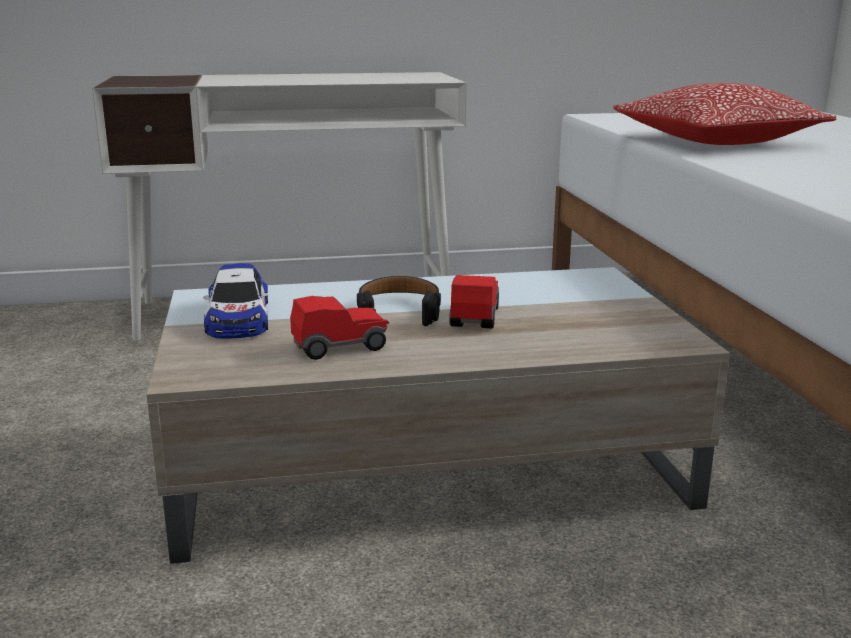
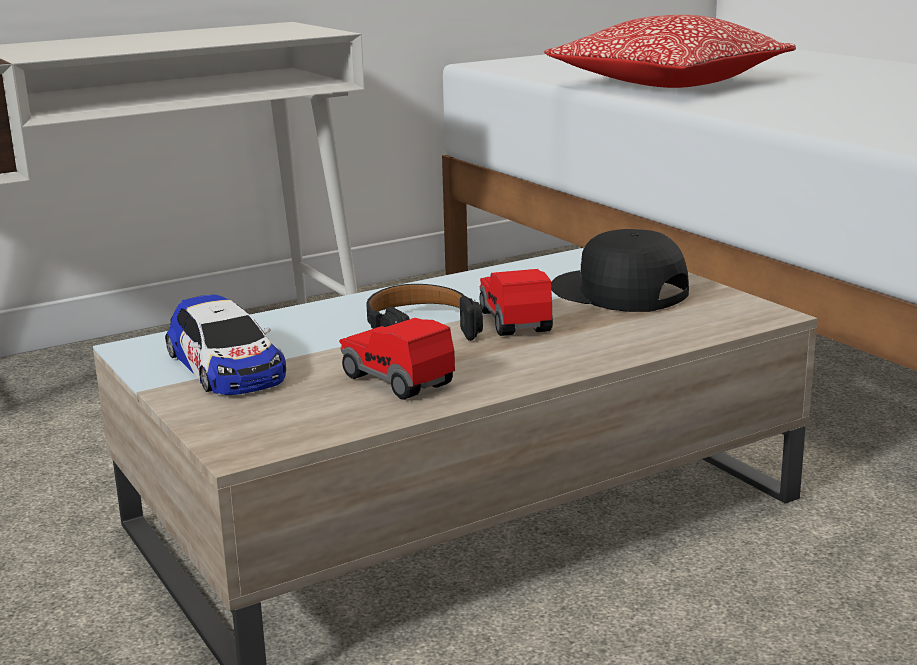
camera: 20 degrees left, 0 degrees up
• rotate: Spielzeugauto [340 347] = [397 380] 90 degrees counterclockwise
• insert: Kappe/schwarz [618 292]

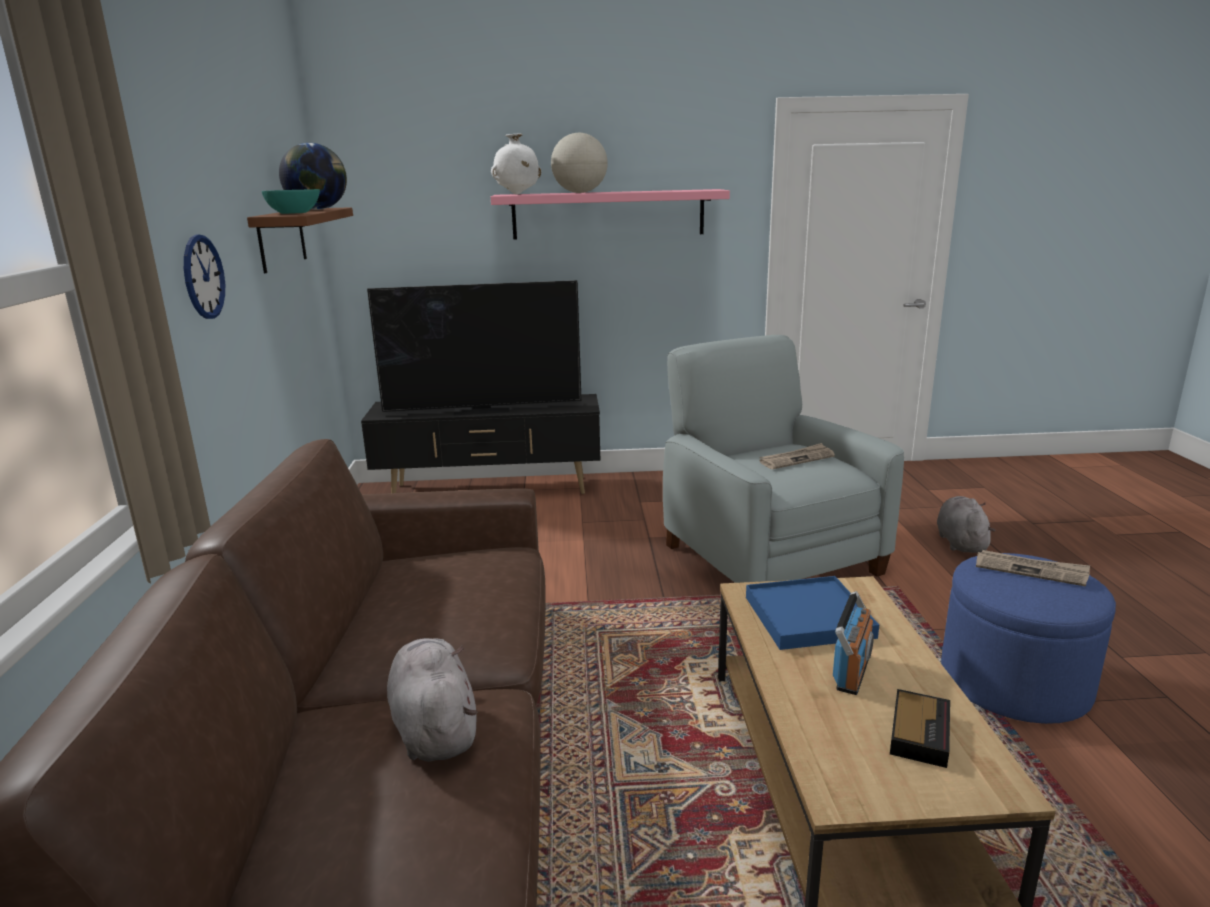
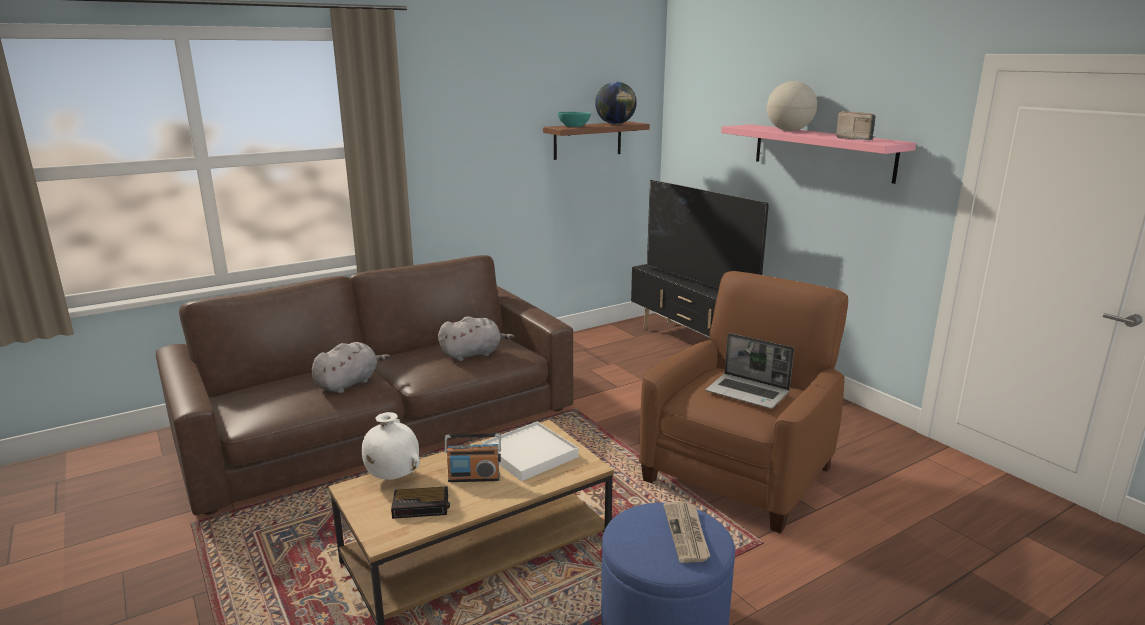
camera: 60 degrees right, 0 degrees up
• move: Vase/weiß [517 194] to [392 477]
• move: Plüschtier/grau [960 542] to [473 354]
• recolor: Tablett/blau [809 617] to Tablett/weiß [529 454]
• recolor: Sessel/grau [769 557] to Sessel/braun [739 472]
• replace: Zeitung [796 459] to Laptop [748 393]
• insert: Radio [856 139]
• delete: Wanduhr [203 277]

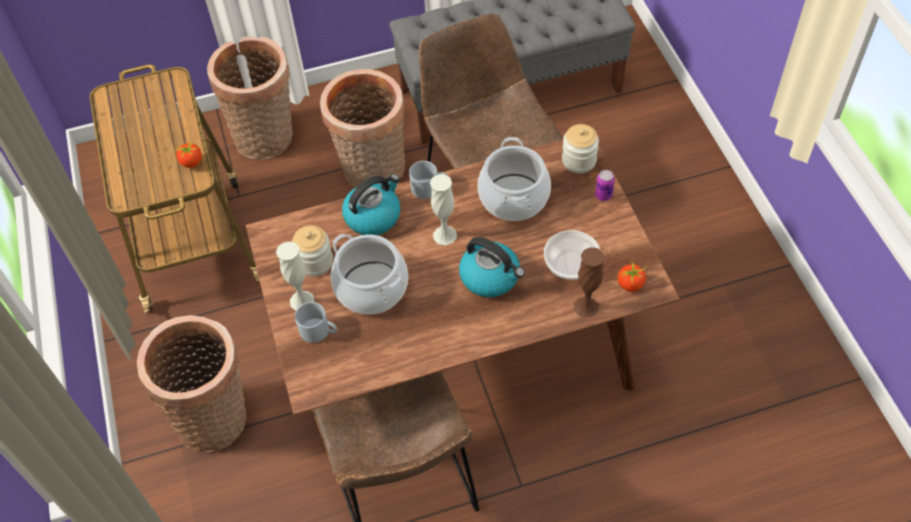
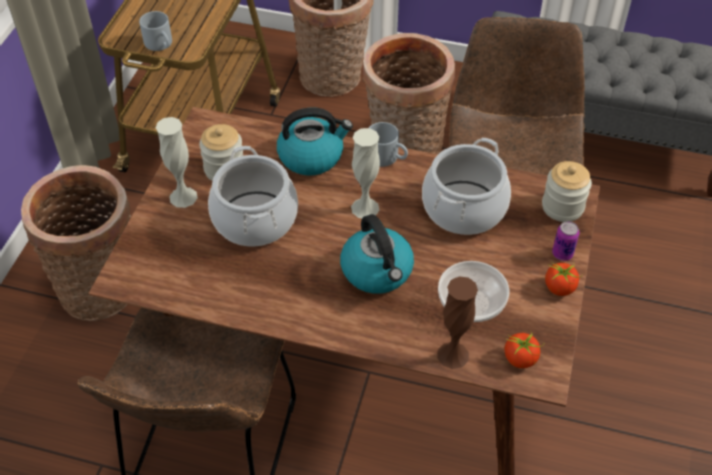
camera: 30 degrees right, 5 degrees down
• move: Henkelbecher/grau [319 331] to [161 44]
• move: Tomate [192 162] to [560 288]

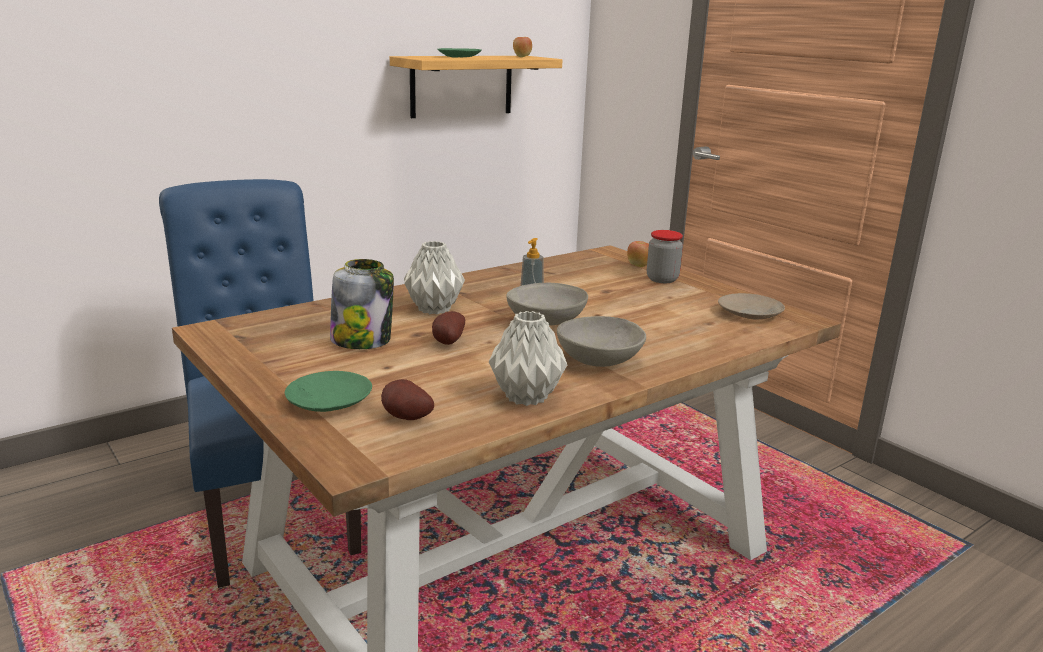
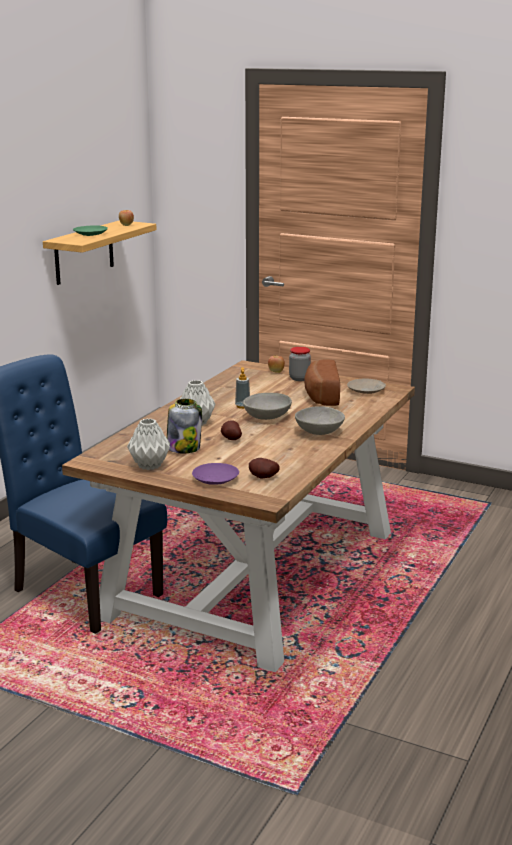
camera: 25 degrees left, 0 degrees up
• move: Vase/grau [525 397] to [149 466]
• recolor: Teller/grün [328 401] to Teller/lila [215 479]
• insert: Brot [320 396]

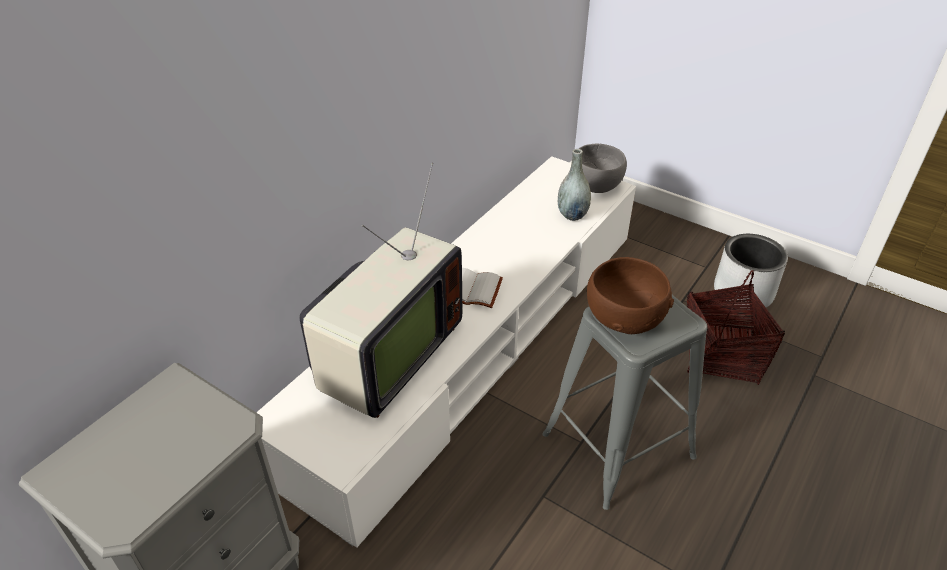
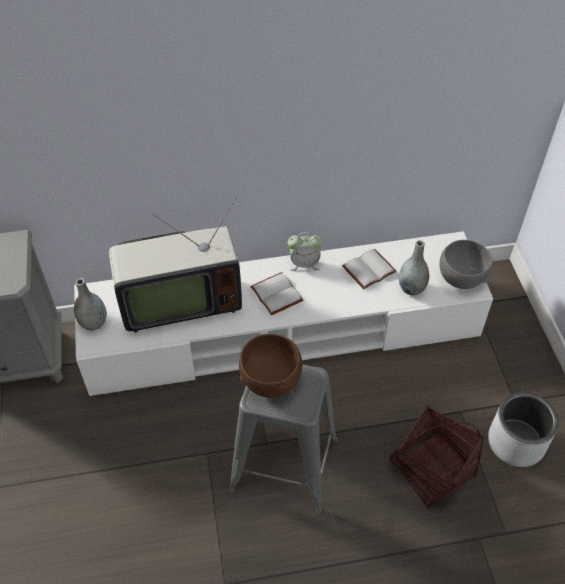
camera: 45 degrees right, 10 degrees up
• insert: Vase/grau [94 323]
• insert: Wecker [304 264]
• insert: Buch/weiß [369 271]

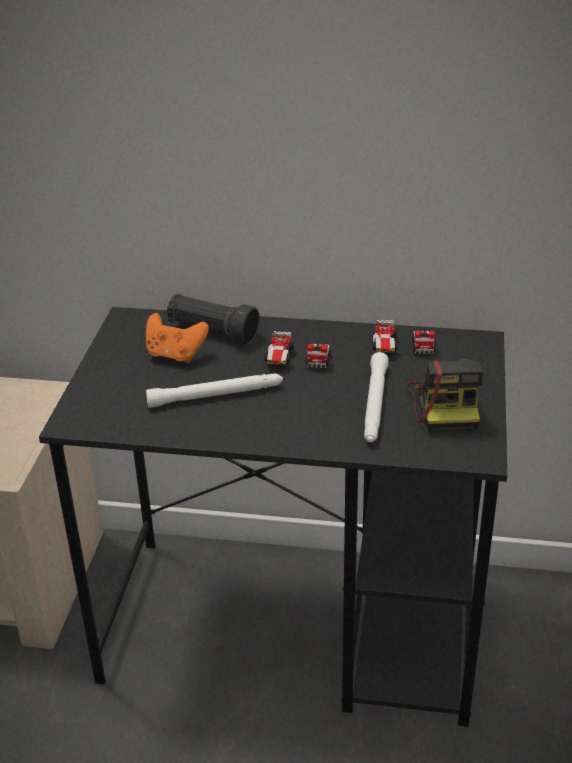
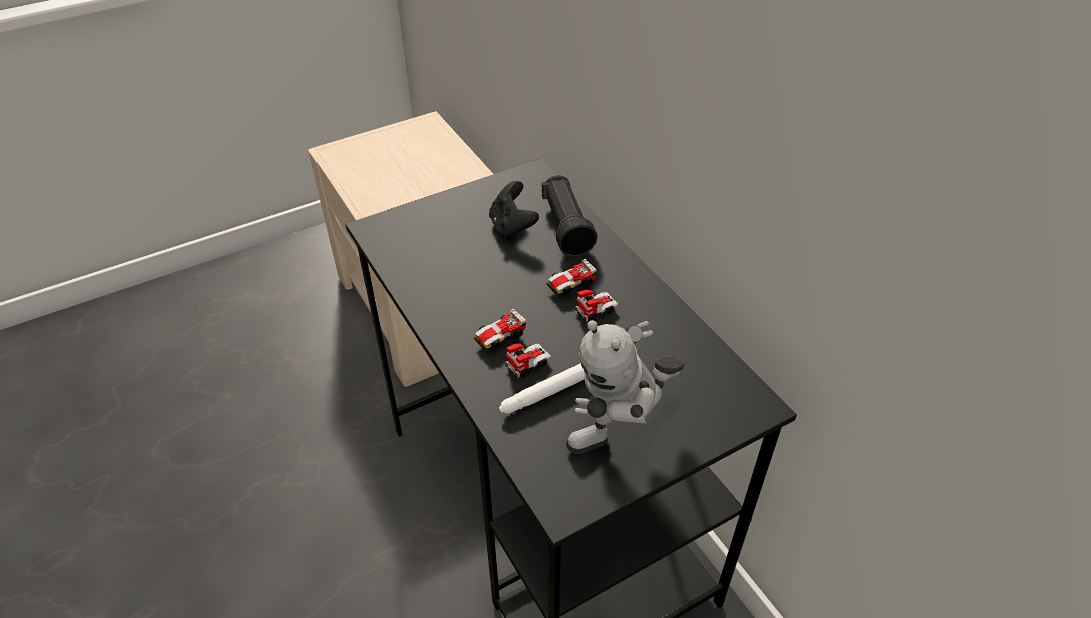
camera: 50 degrees right, 10 degrees up
• move: Spielzeugauto [403 347] to [512 351]
• recolor: Gamepad/orange [175 355] to Gamepad/schwarz [512 227]
• replace: Kamera [446 404] to Spielzeugroboter [620 435]
• delete: Taschenlampe/weiß [216 395]

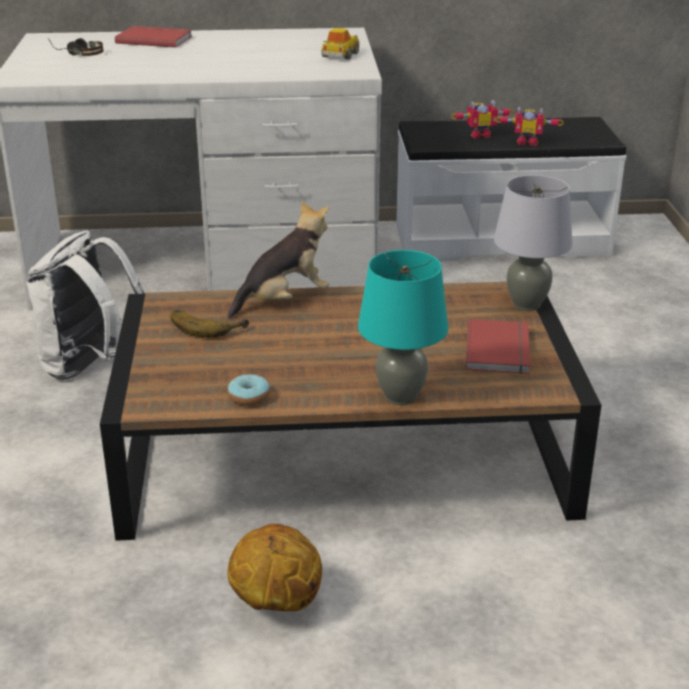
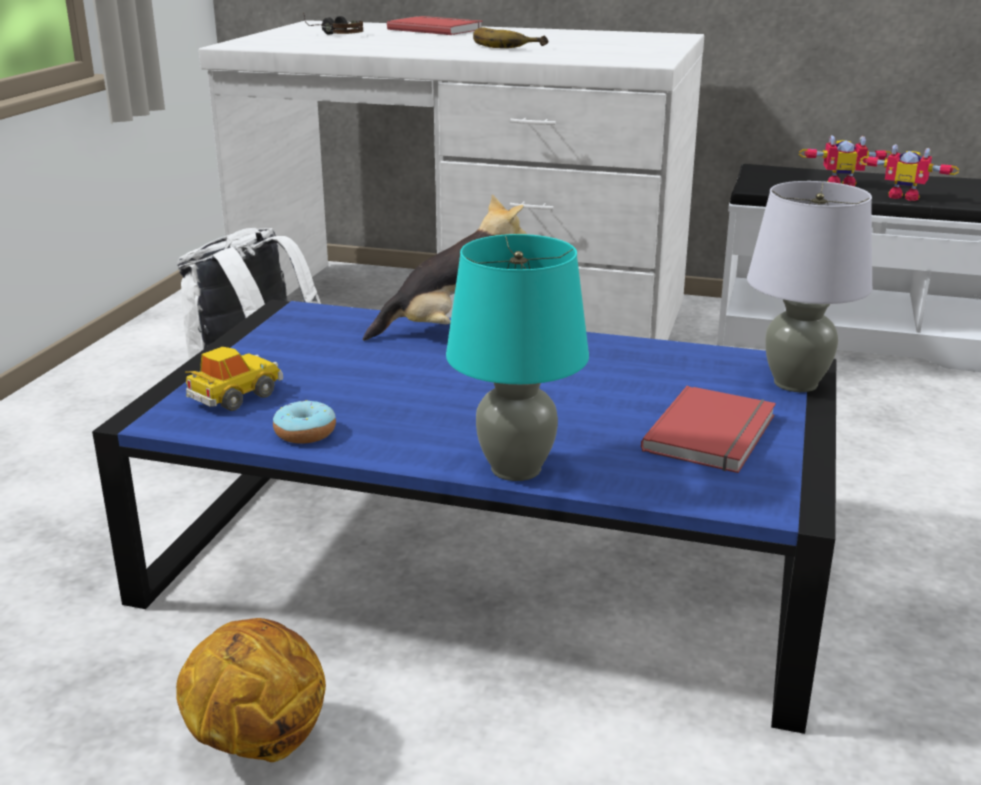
camera: 20 degrees right, 5 degrees down
• recolor: Couchtisch/braun [343 454] to Couchtisch/blau [487 558]
• move: Spielzeugauto [340 55] to [235 396]
• move: Banane [207 325] to [507 45]

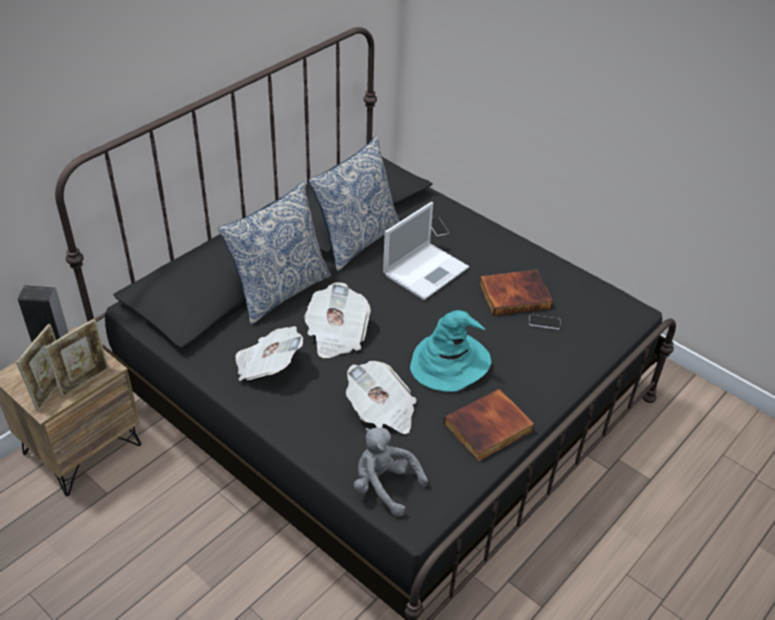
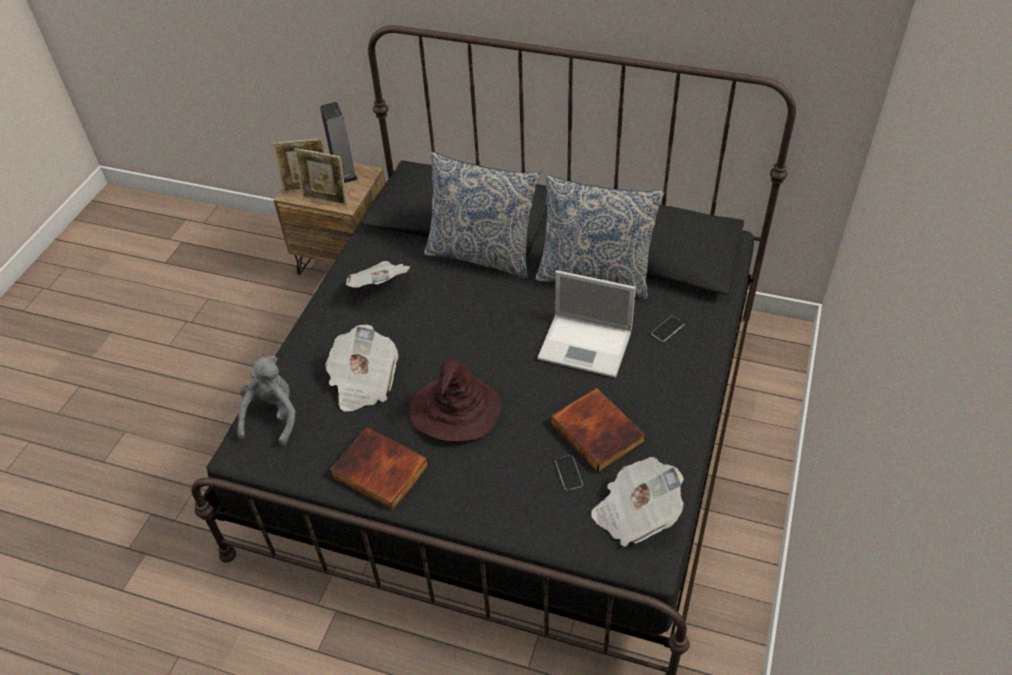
camera: 70 degrees right, 5 degrees up
• recolor: Hut/türkis [449 363] to Hut/braun [455 411]
• move: Zeitung [336 335] to [635 513]

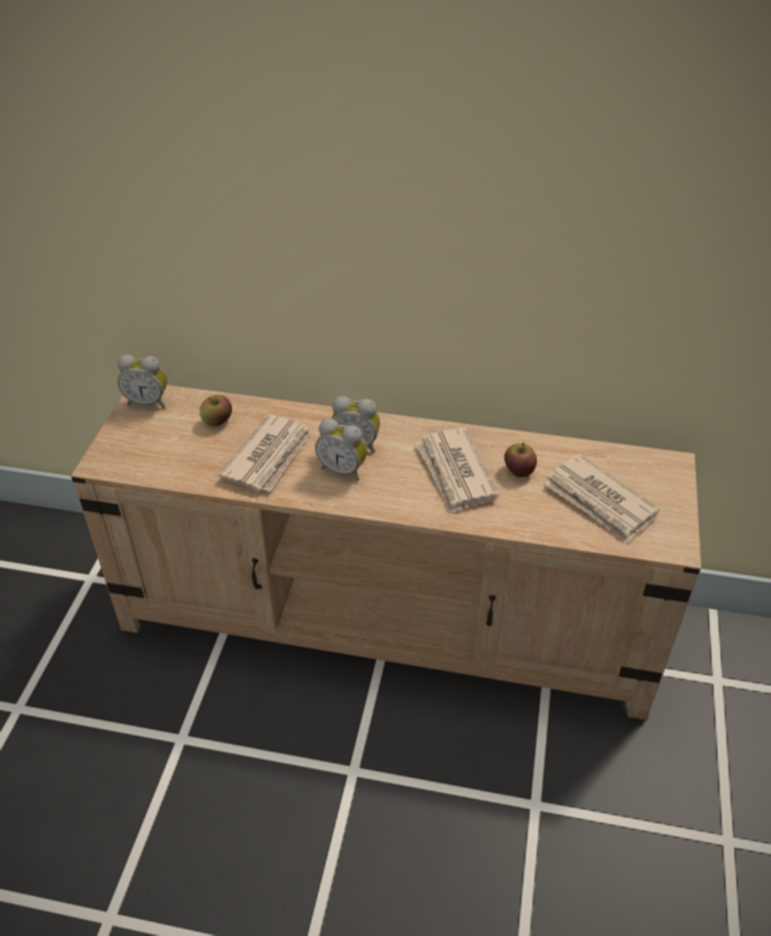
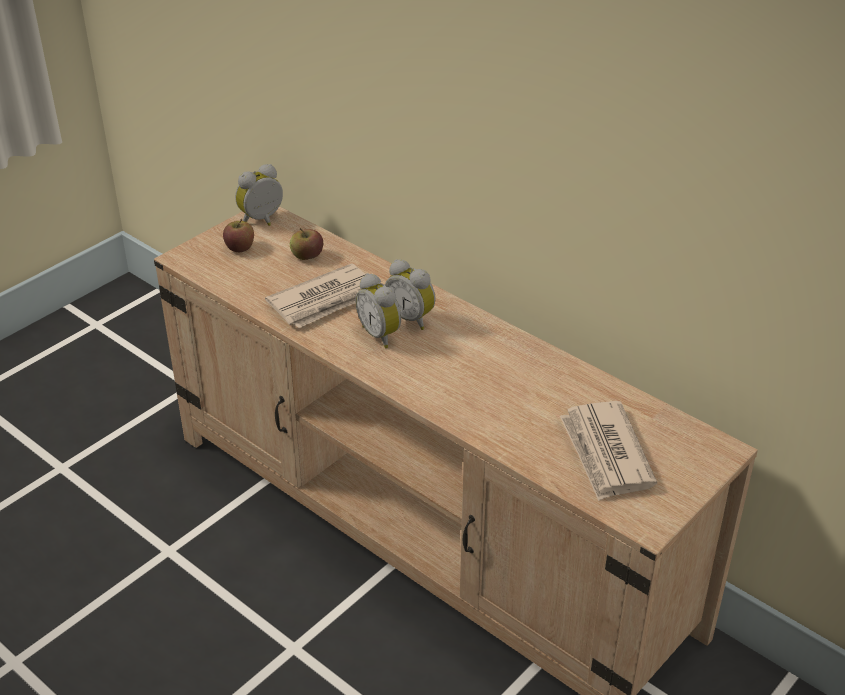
camera: 30 degrees right, 5 degrees down
• move: Apfel [518 470] to [240 247]
• rotate: Wecker [148 402] = [263 221] 105 degrees clockwise
• delete: Zeitung [455 473]

